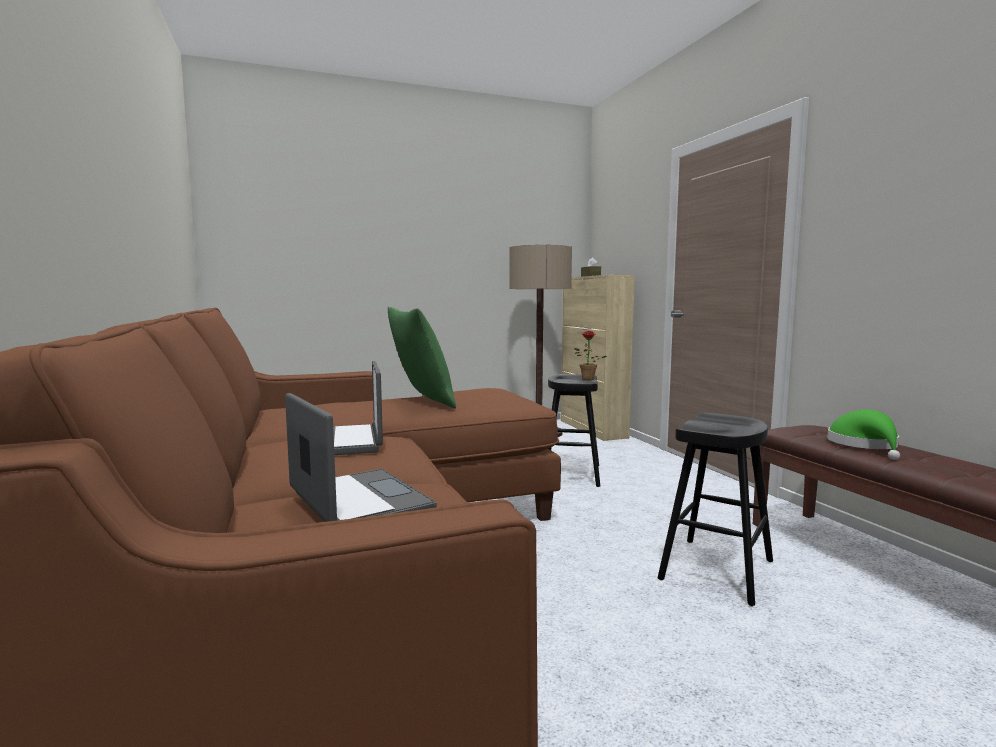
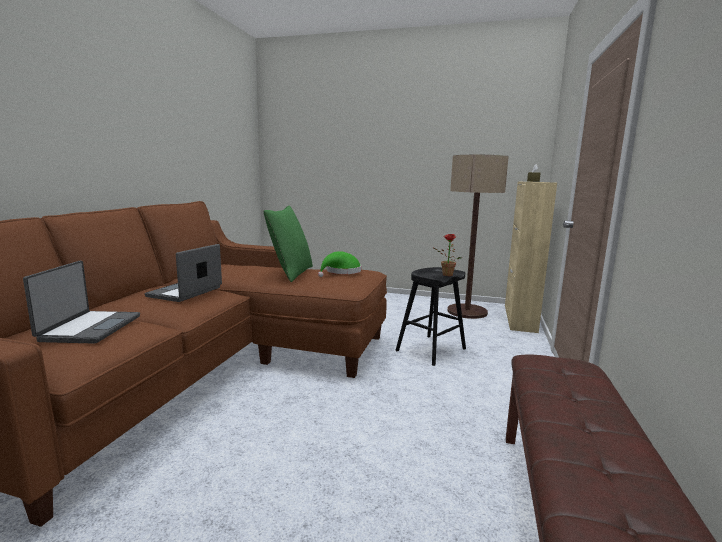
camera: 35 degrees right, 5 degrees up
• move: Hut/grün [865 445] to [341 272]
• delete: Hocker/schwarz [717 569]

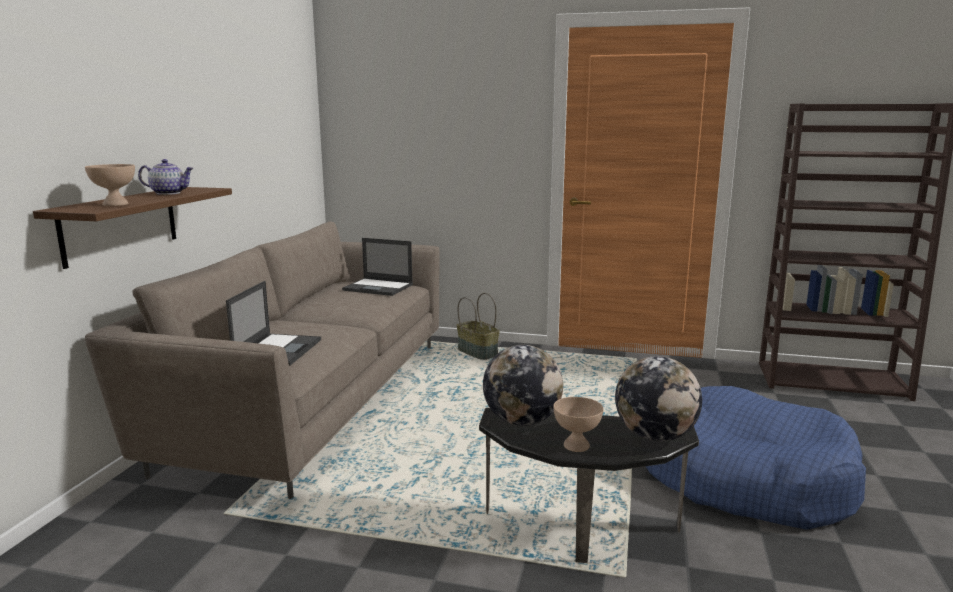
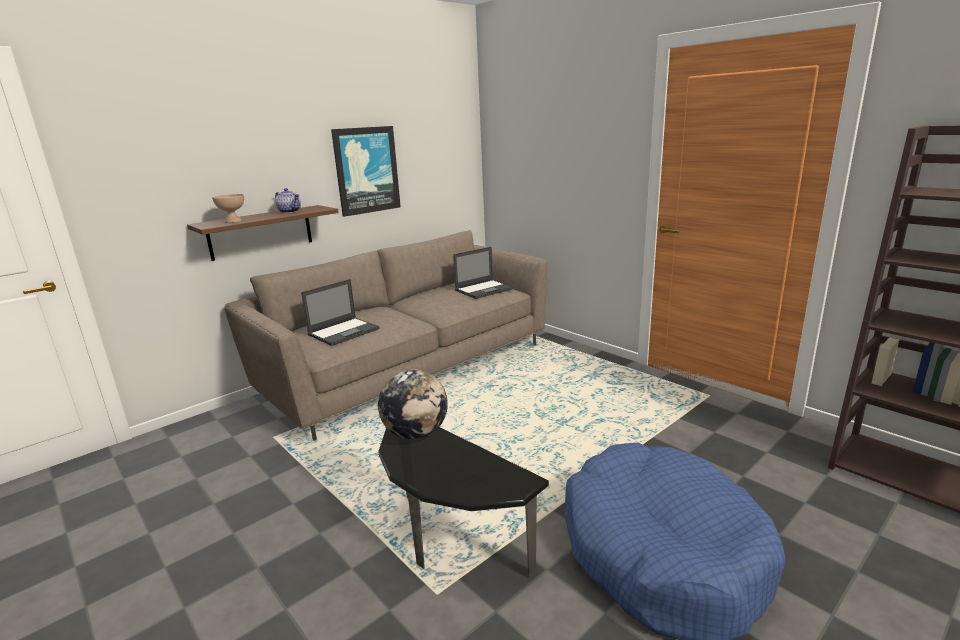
camera: 35 degrees right, 5 degrees up
• insert: Bild [366 170]
• rotate: Laptop [379 287] = [484 289] 90 degrees counterclockwise
• delete: Korb [478 352]
• delete: Schüssel/beige [577 446]
• delete: Globus [655 436]

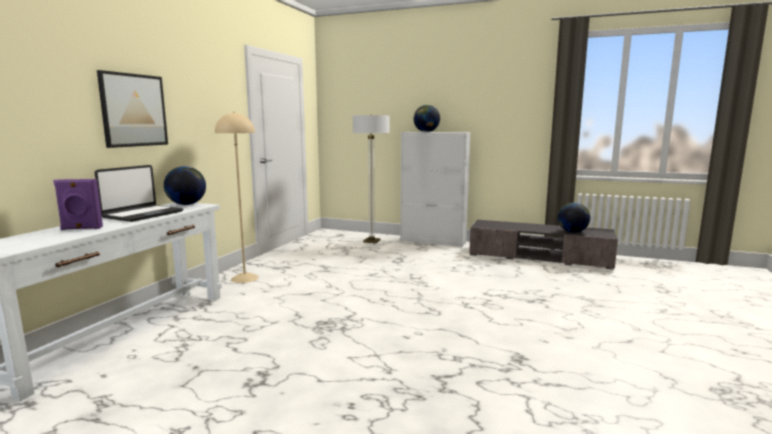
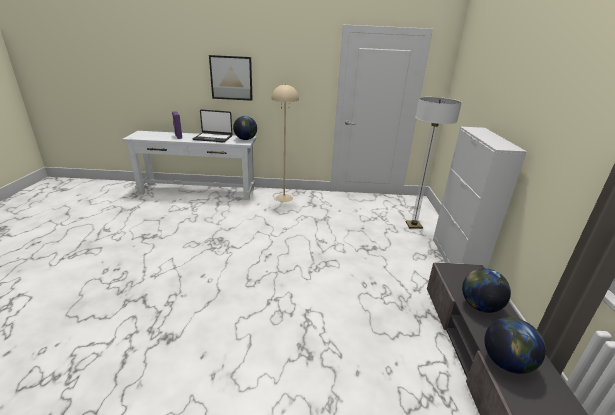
camera: 70 degrees right, 15 degrees up
• move: Globus [426 132] to [479 306]

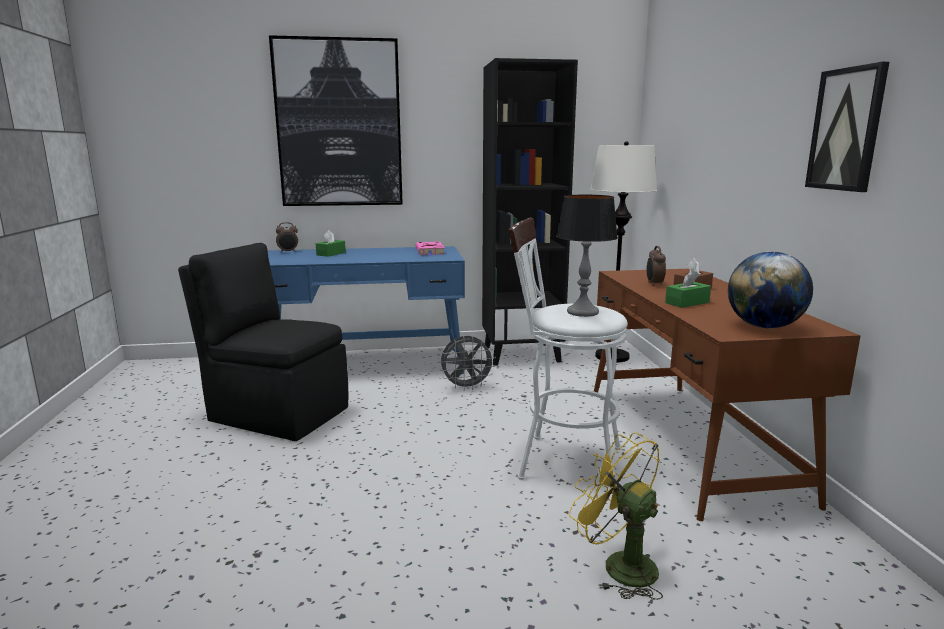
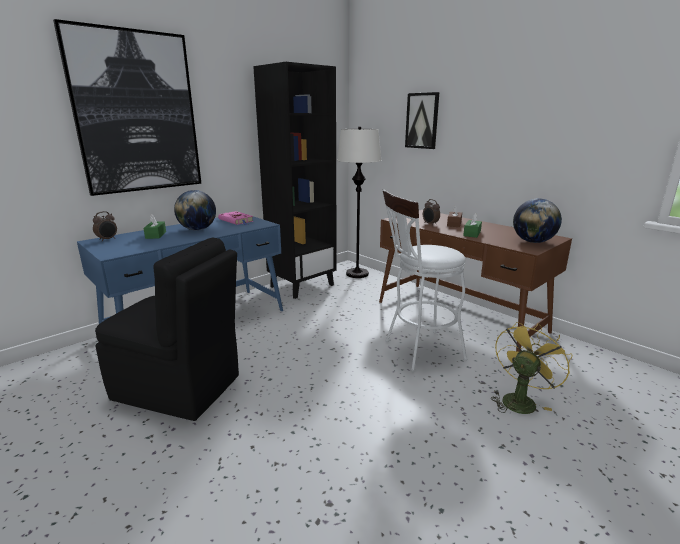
camera: 35 degrees left, 5 degrees up
• rotate: Stuhl/schwarz [277 413] = [179 388] 150 degrees counterclockwise
• insert: Globus [197 229]
• move: Bild [846 129] to [422 121]
• rotate: Ventilator/gelb [619 565] = [520 400] 120 degrees clockwise
• delete: Ventilator/grau [466 387]
• delete: Tischlampe [582 312]

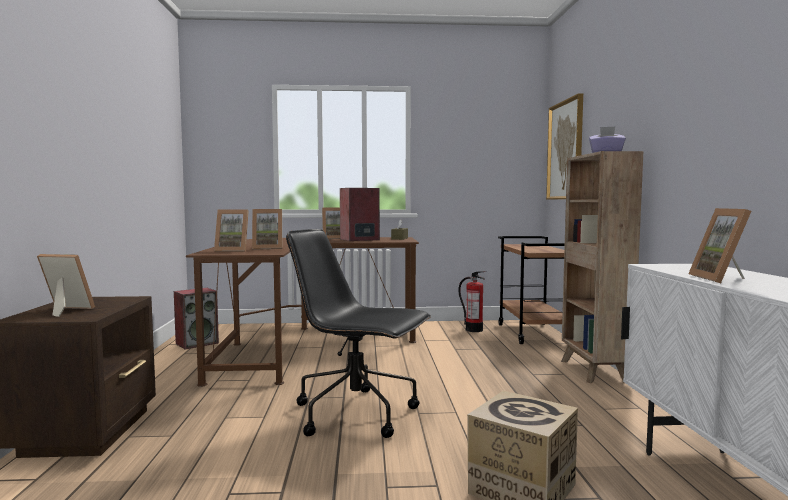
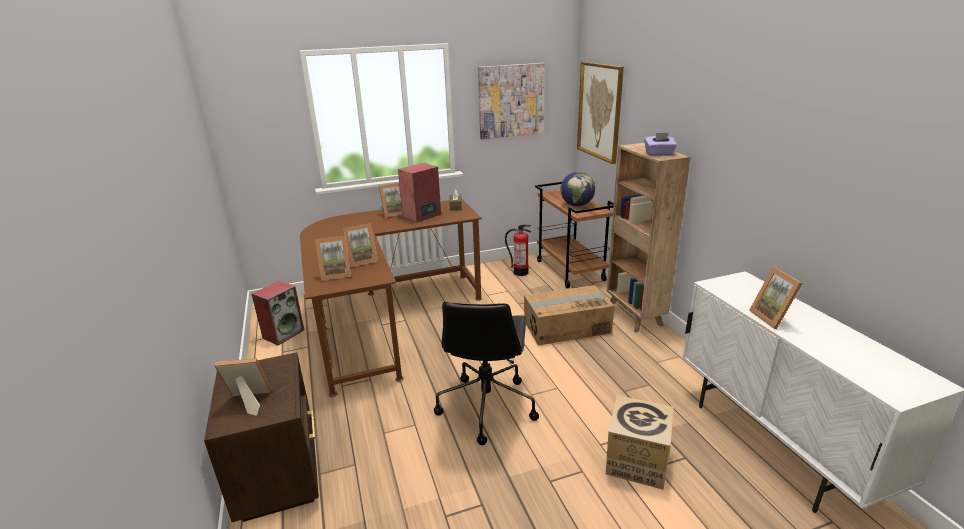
camera: 15 degrees left, 20 degrees up
• rotate: Bürostuhl/schwarz [358 414] = [486 406] 90 degrees counterclockwise
• insert: Bild [511 101]
• insert: Karton [566 327]
• insert: Globus [576 205]

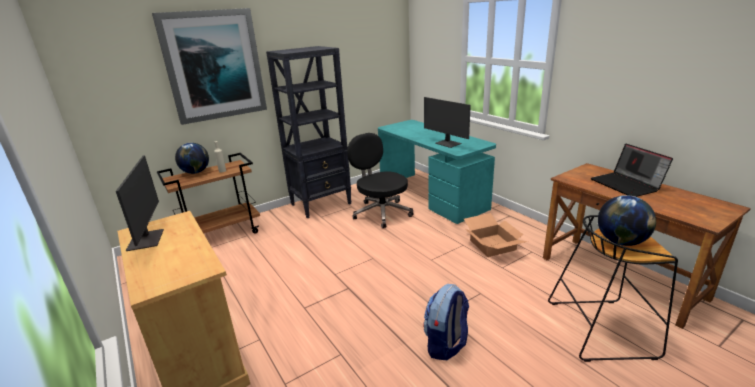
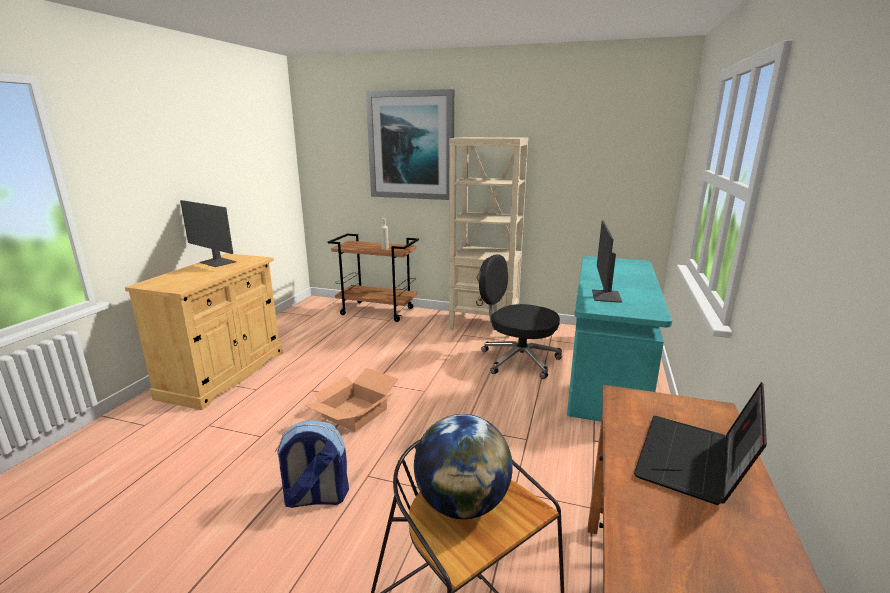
camera: 50 degrees right, 5 degrees down
• rotate: Monitor [147 239] = [217 262] 90 degrees clockwise
• move: Karton [493 245] to [355 413]
• recolor: Bücherregal/schwarz [321 204] to Bücherregal/beige [485 325]
• rotate: Bürostuhl/schwarz [381 212] = [517 360] 75 degrees counterclockwise
• delete: Globus [196 172]

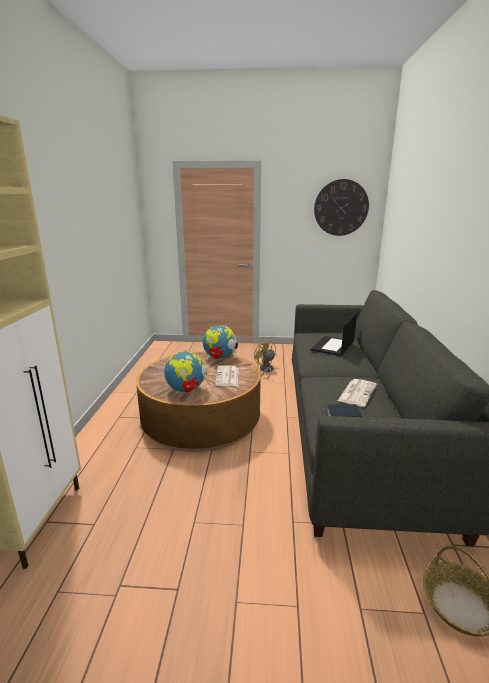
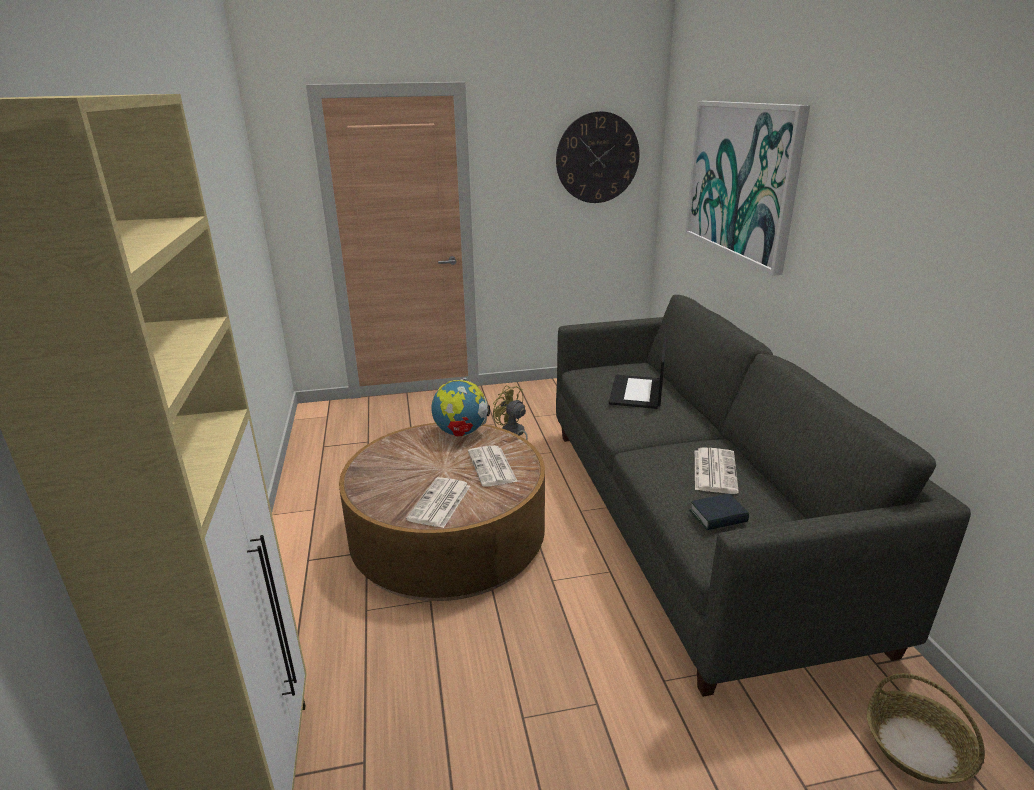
camera: 15 degrees left, 5 degrees up
• replace: Globus [186 390] to Zeitung [440 503]
• insert: Bild [741 180]

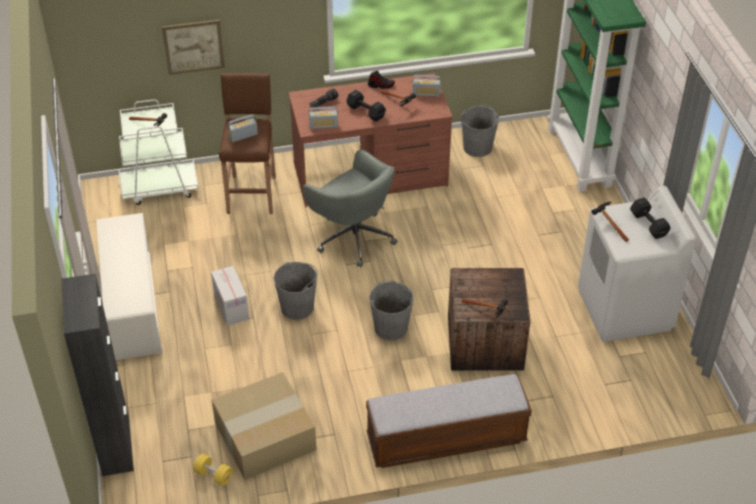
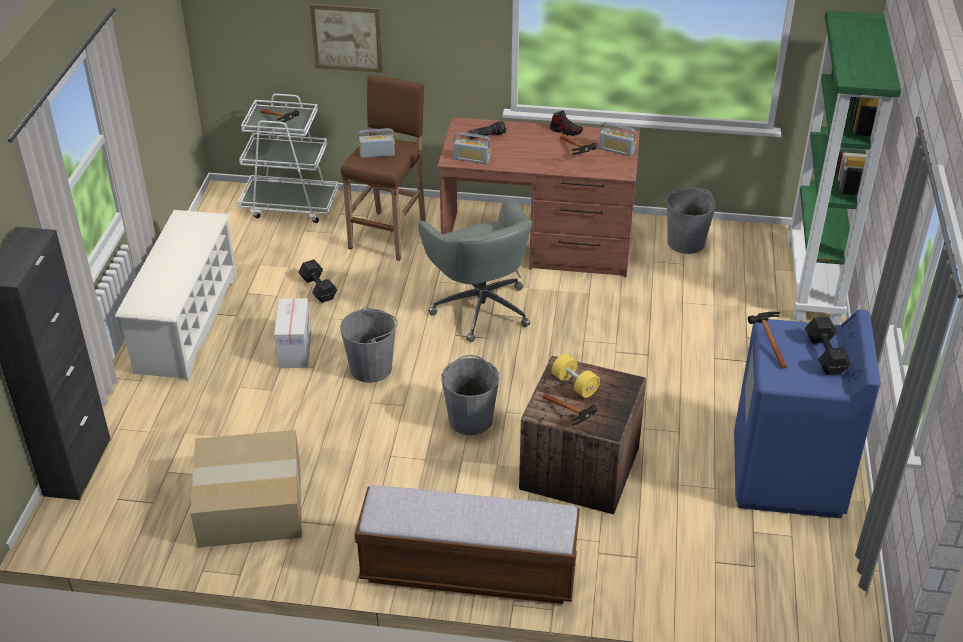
camera: 20 degrees right, 5 degrees down
• move: Hantel/schwarz [365 111] to [318 288]
• move: Hantel/gelb [213 475] to [575 385]
• recolor: Waschmaschine/weiß [624 310] to Waschmaschine/blau [787 476]

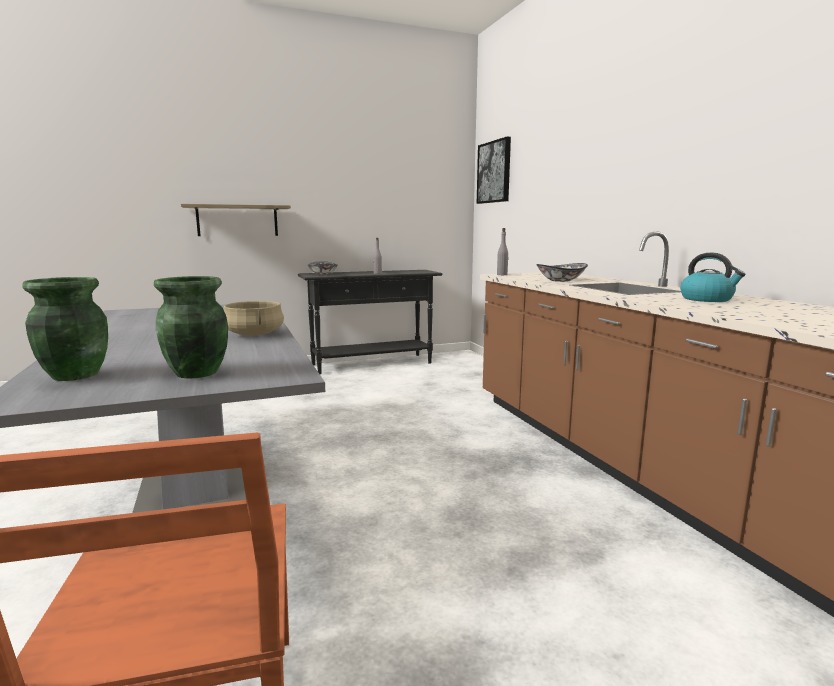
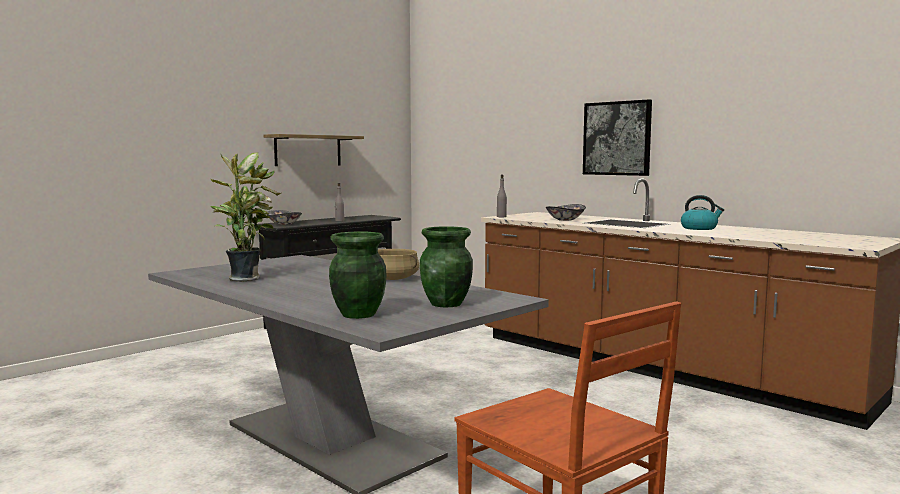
camera: 25 degrees left, 5 degrees down
• insert: Topfpflanze [246 278]
• move: Wandregal [237 220] to [308 150]
• move: Bild [494 172] to [617 138]

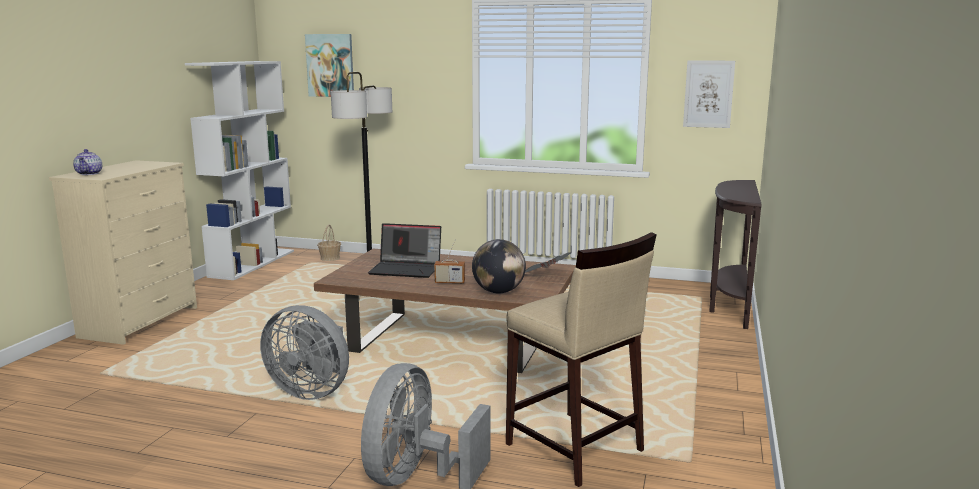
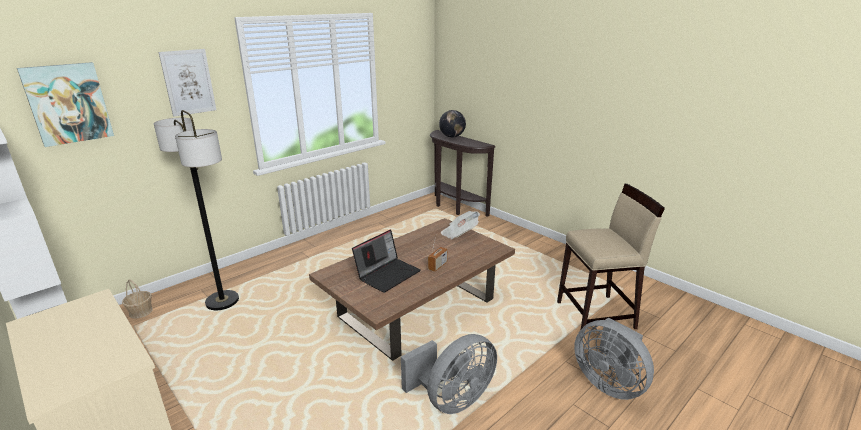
camera: 60 degrees left, 10 degrees up
• move: Bild [708 94] to [188 82]
• move: Globus [498 292] to [452 137]
• delete: Teekanne [89 173]

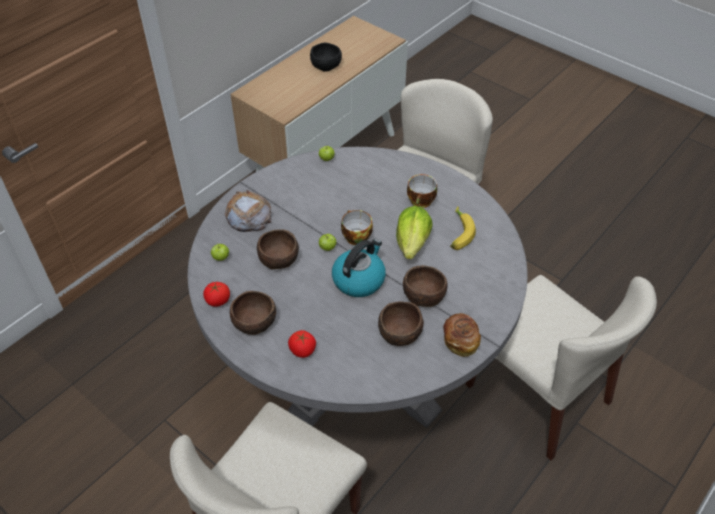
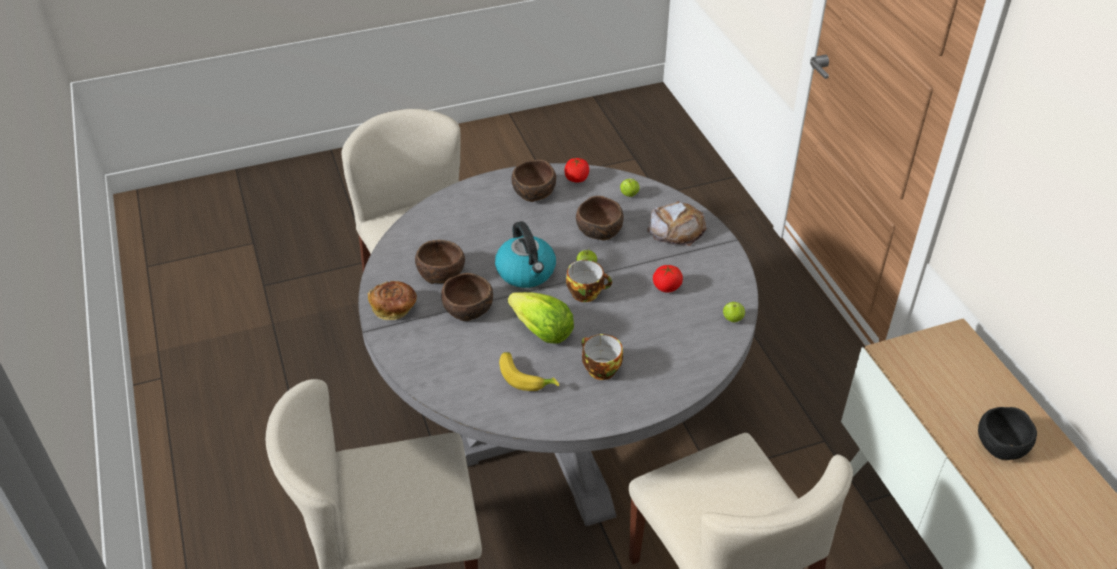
camera: 120 degrees right, 5 degrees down
• move: Tomate [302 350] to [667 287]

